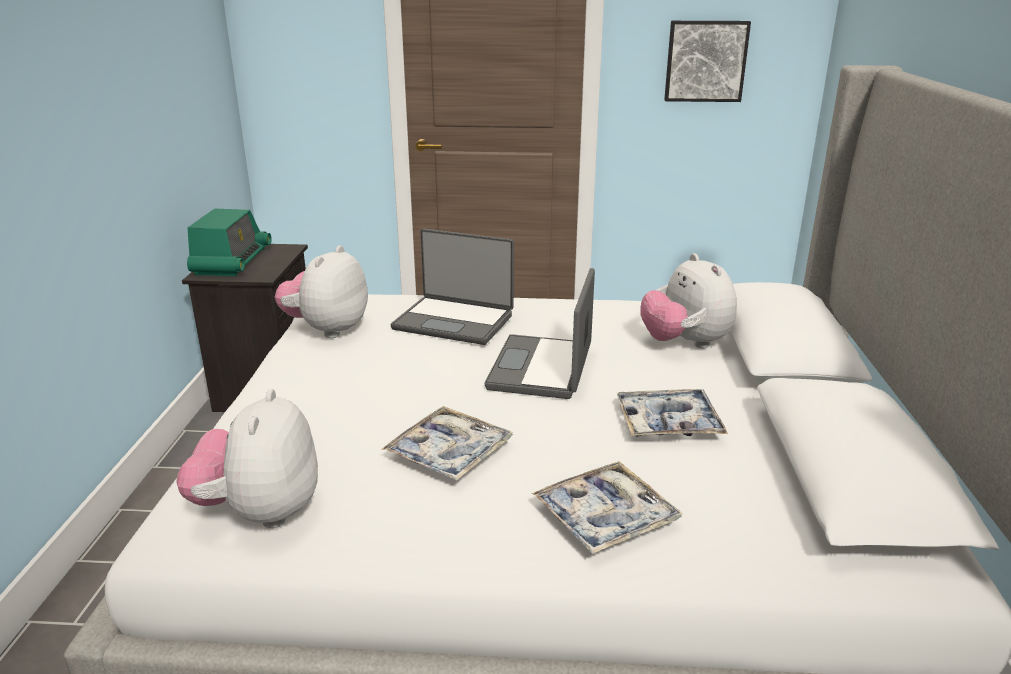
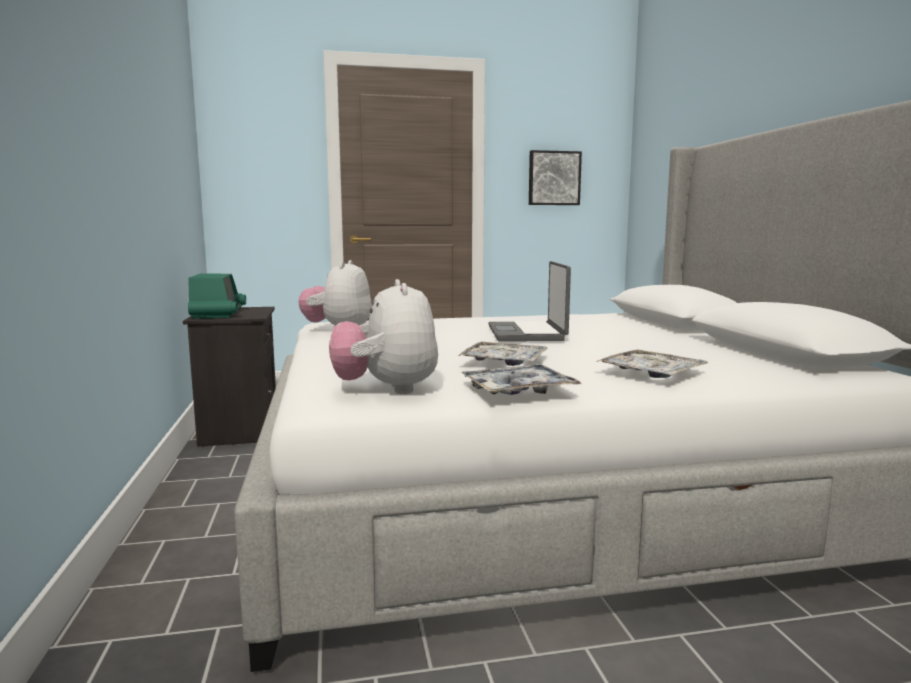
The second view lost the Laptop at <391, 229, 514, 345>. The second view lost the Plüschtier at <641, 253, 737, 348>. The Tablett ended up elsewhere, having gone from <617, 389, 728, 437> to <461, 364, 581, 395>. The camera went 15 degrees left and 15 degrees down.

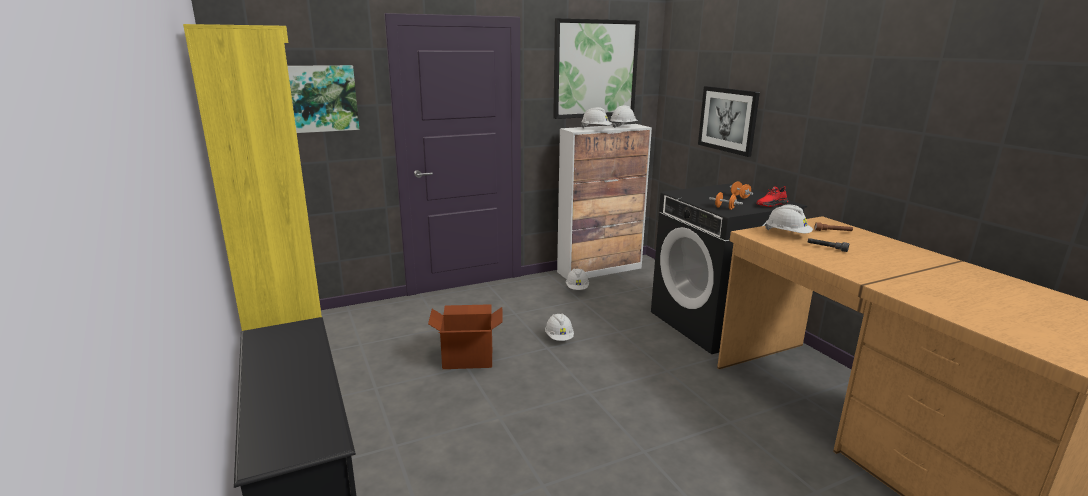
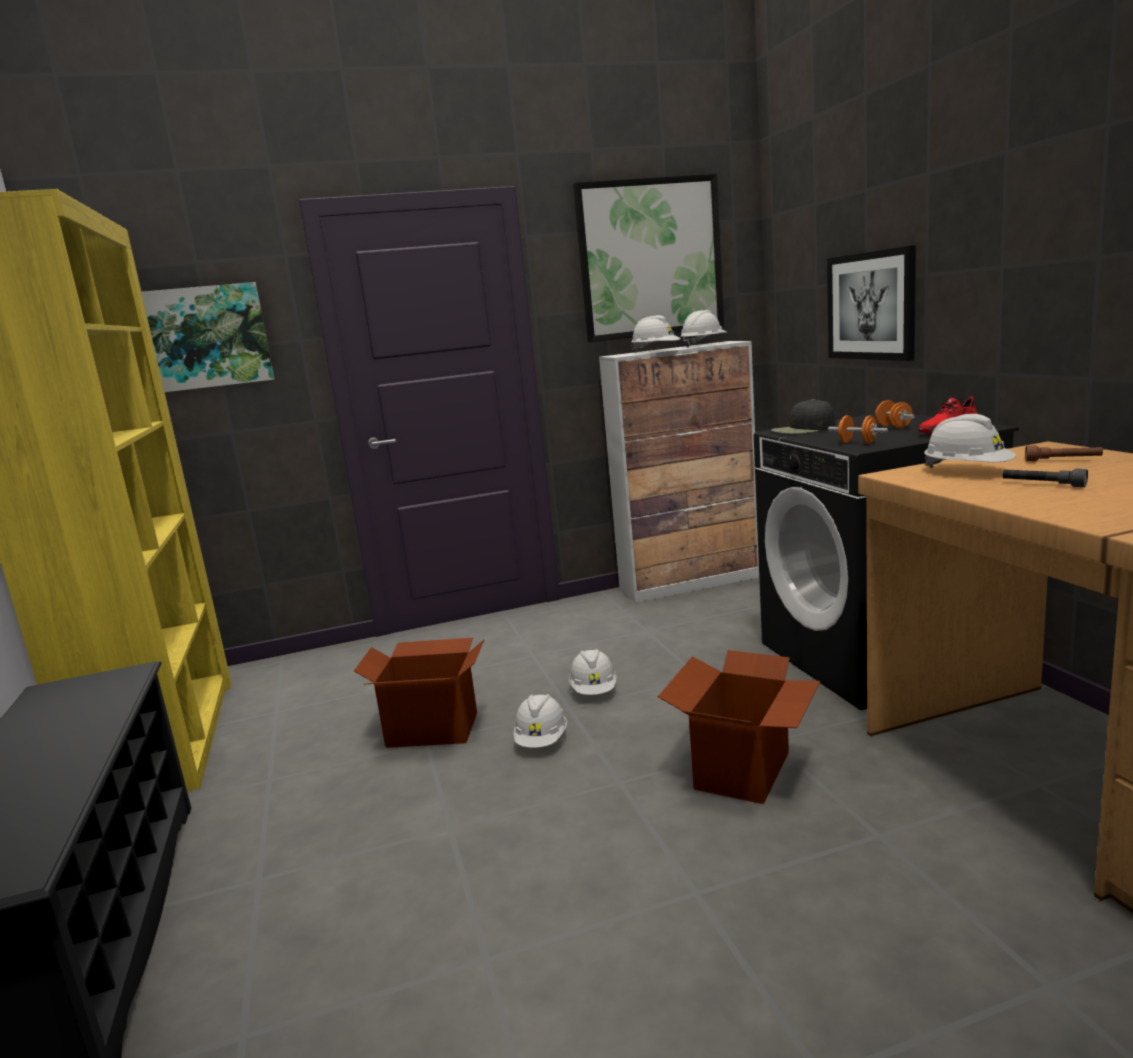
The Schutzhelm [weiß] ended up elsewhere, having gone from <566, 269, 589, 290> to <513, 694, 567, 748>. The second view gained the Kappe [schwarz] at <771, 399, 836, 434>. The second view gained the Karton at <658, 650, 820, 804>. The camera went 10 degrees right and 5 degrees down.

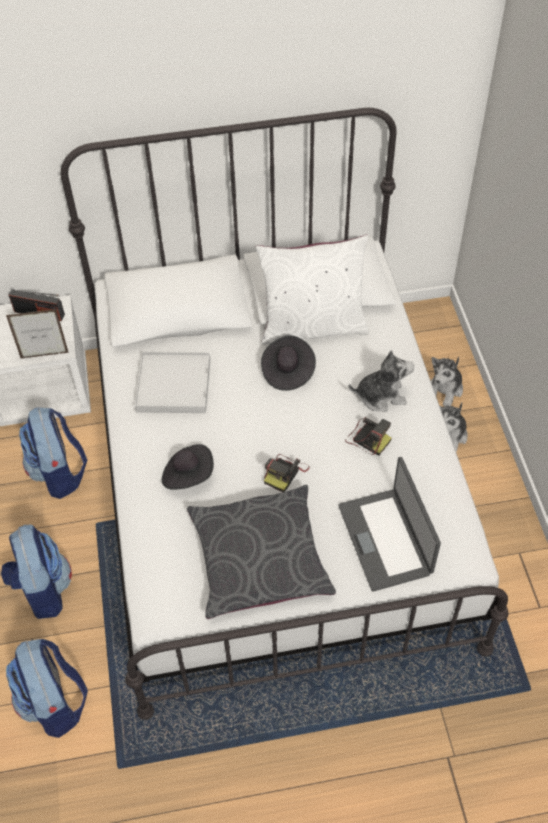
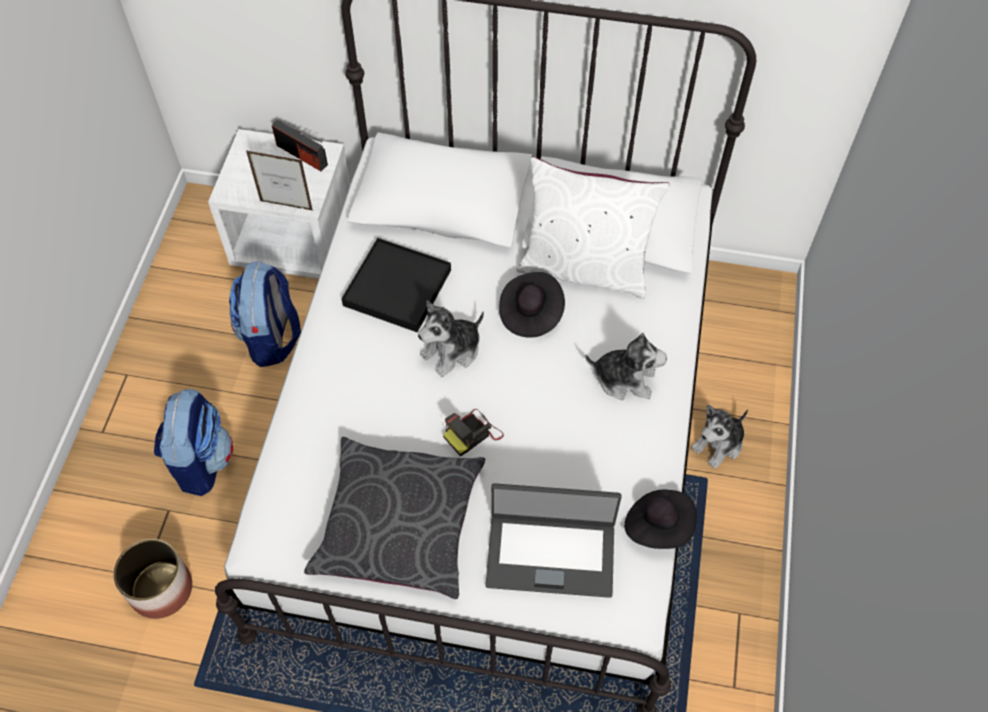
What was the Tablett [weiß] at <135, 352, 210, 413> turned into the Tablett [schwarz] at <341, 238, 451, 332>. The Plüschtier ended up elsewhere, having gone from <431, 357, 463, 406> to <418, 301, 484, 377>. The second view lost the Kamera at <345, 417, 392, 456>. The Hut [schwarz] ended up elsewhere, having gone from <162, 444, 214, 490> to <624, 490, 697, 549>. The Laptop at <339, 457, 441, 592> ended up facing another way, 90 degrees counterclockwise from before. Where the Rucksack stood at <6, 639, 88, 738>, the Pflanzkübel came to stand at <113, 539, 192, 619>. The camera went 20 degrees right and 5 degrees up.

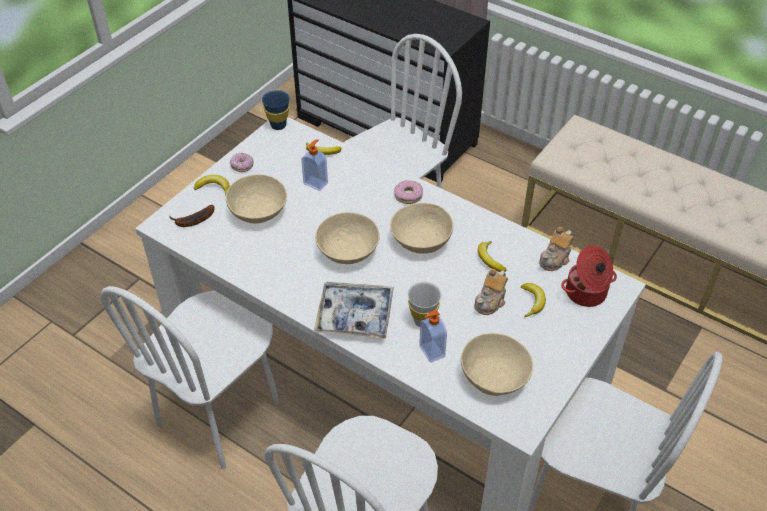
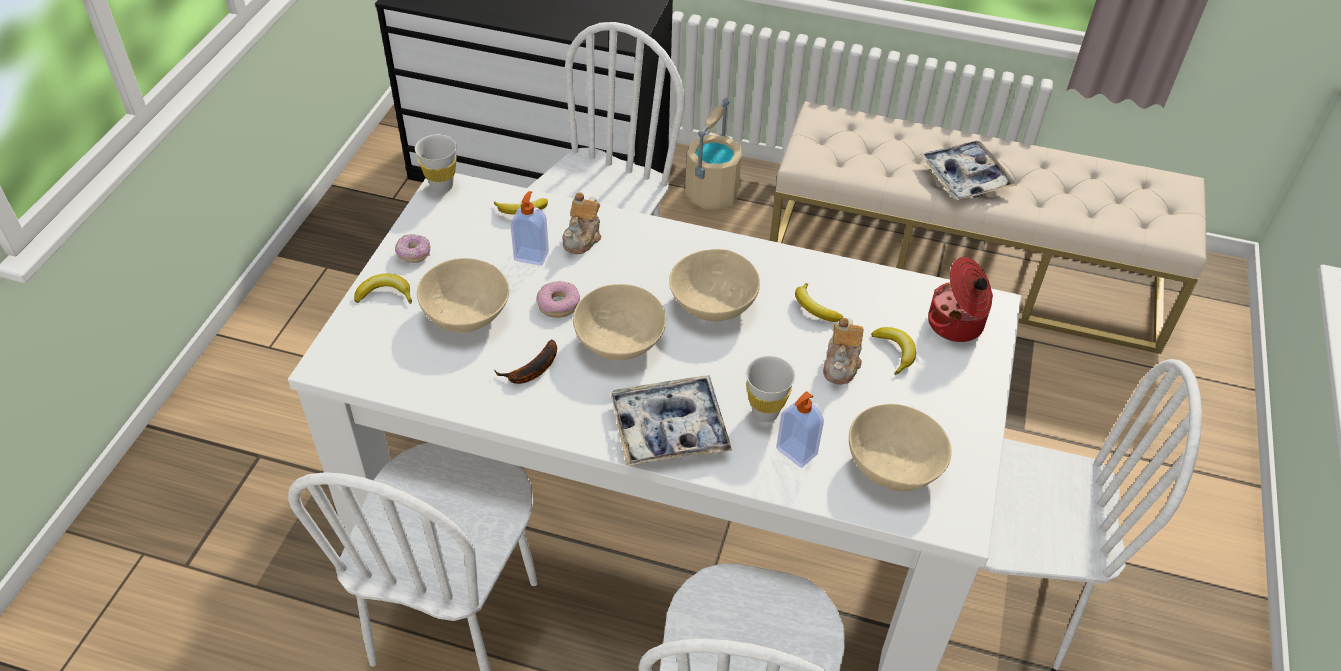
What was the Tasse [blau] at <262, 90, 290, 130> turned into the Tasse [weiß] at <415, 134, 457, 193>. The Donut ended up elsewhere, having gone from <394, 180, 423, 204> to <536, 281, 580, 318>. The Banane ended up elsewhere, having gone from <169, 205, 215, 227> to <494, 340, 557, 384>. The Teekanne ended up elsewhere, having gone from <539, 227, 574, 271> to <562, 192, 602, 254>. The second view gained the Eimer [beige] at <685, 98, 742, 209>. The second view gained the Tablett at <919, 141, 1017, 200>. The camera went 20 degrees left and 0 degrees up.

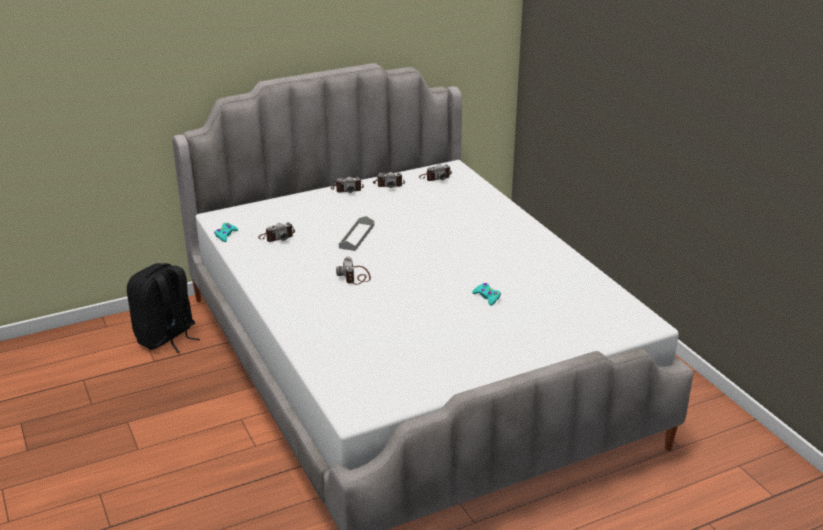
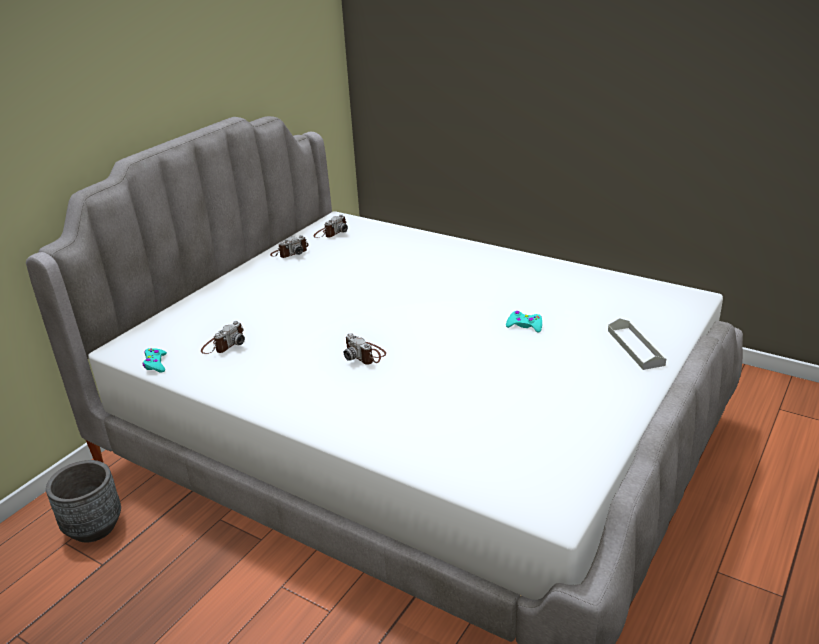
The second view lost the Kamera at <331, 176, 364, 193>. The Tablett [grau] ended up elsewhere, having gone from <339, 216, 374, 251> to <608, 318, 666, 370>. Where the Rucksack [schwarz] stood at <127, 263, 200, 353>, the Pflanzkübel [grau] came to stand at <46, 460, 121, 542>. The camera went 30 degrees left and 0 degrees up.

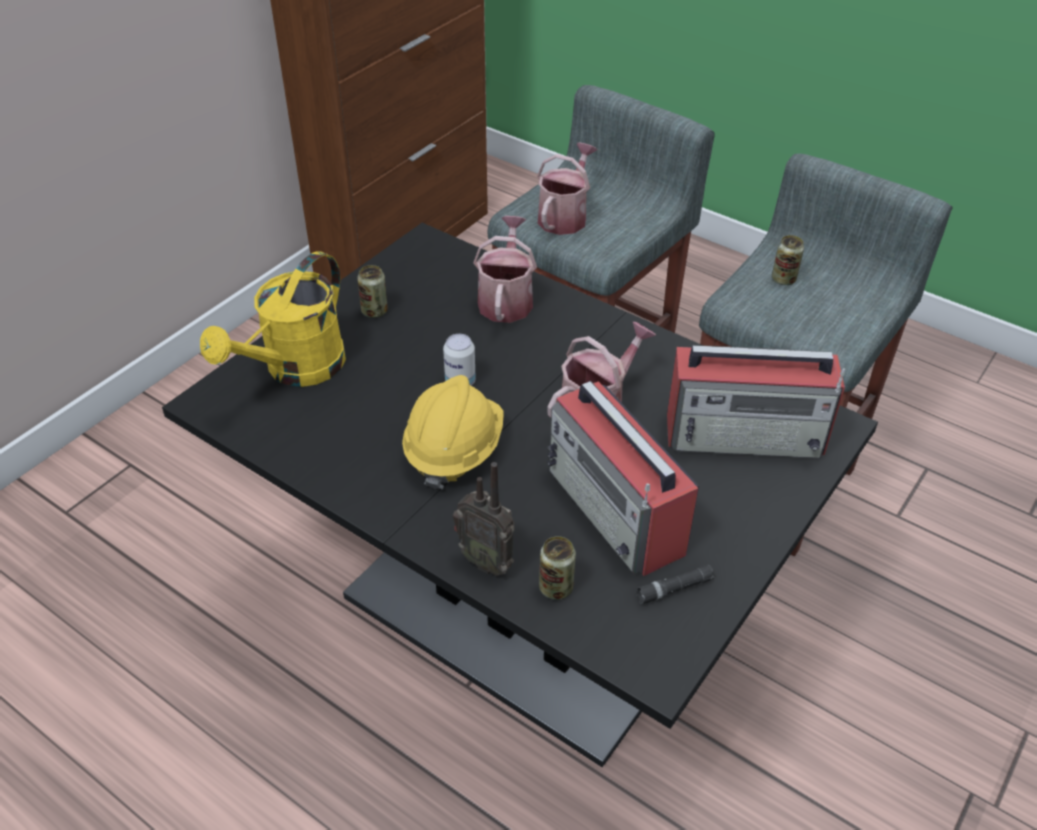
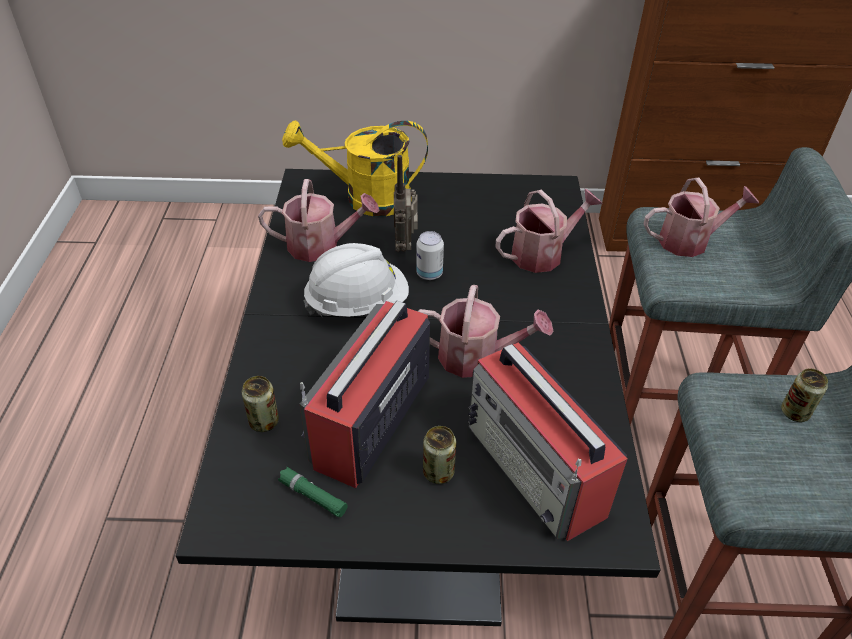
The Dose ended up elsewhere, having gone from <357, 265, 388, 318> to <423, 426, 456, 484>. What was the Schutzhelm [gelb] at <402, 375, 504, 490> turned into the Schutzhelm [weiß] at <303, 243, 409, 317>. The Radio ended up elsewhere, having gone from <453, 462, 514, 576> to <394, 155, 418, 252>. What was the Taschenlampe [schwarz] at <635, 564, 714, 604> turned into the Taschenlampe [grün] at <278, 467, 348, 517>. The second view gained the Gießkanne at <258, 179, 380, 262>. The camera went 55 degrees right and 0 degrees up.

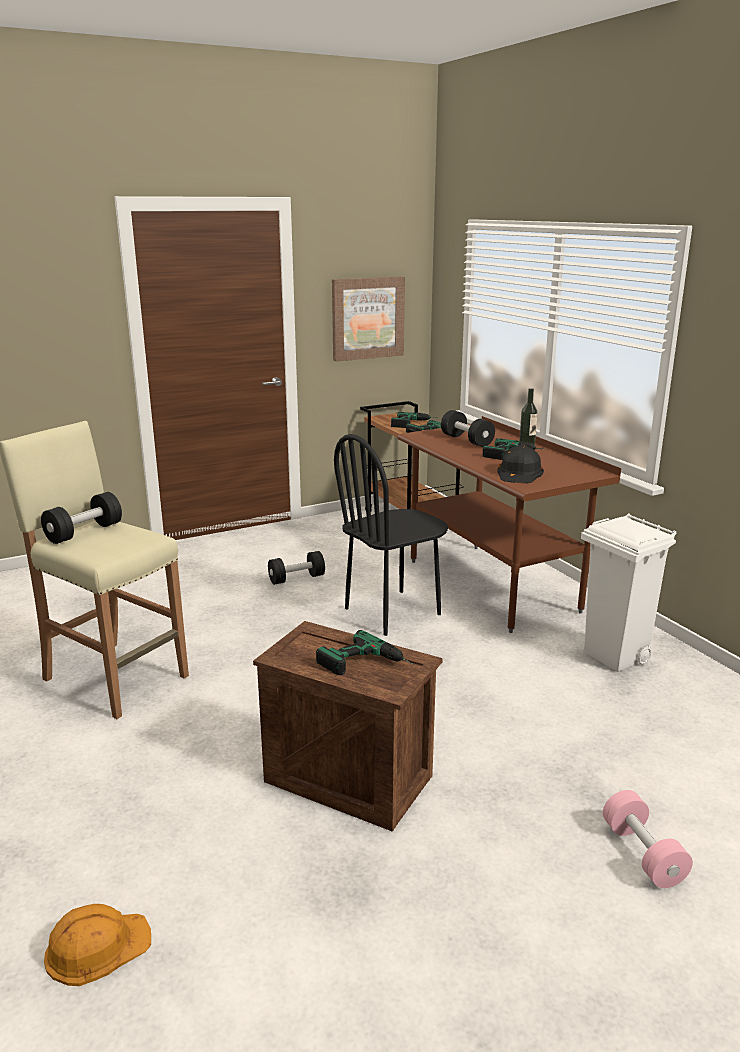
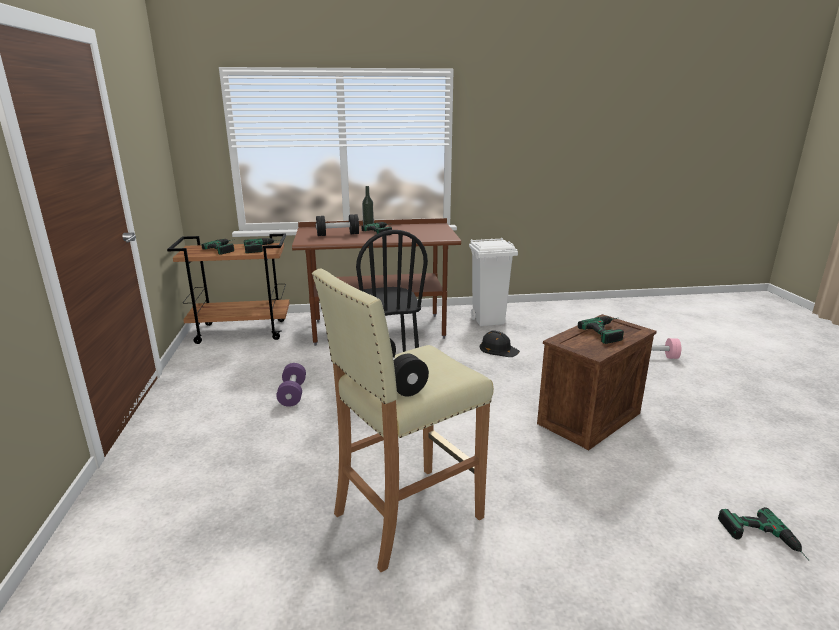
The second view lost the Bild at <332, 276, 405, 362>. The Schutzhelm [schwarz] ended up elsewhere, having gone from <497, 444, 544, 483> to <480, 330, 520, 357>. What was the Hantel [schwarz] at <268, 551, 325, 585> turned into the Hantel [lila] at <276, 363, 306, 407>. Where the Schutzhelm [orange] stood at <44, 904, 151, 986>, the Bohrmaschine came to stand at <718, 507, 810, 561>. The camera went 70 degrees left and 0 degrees up.

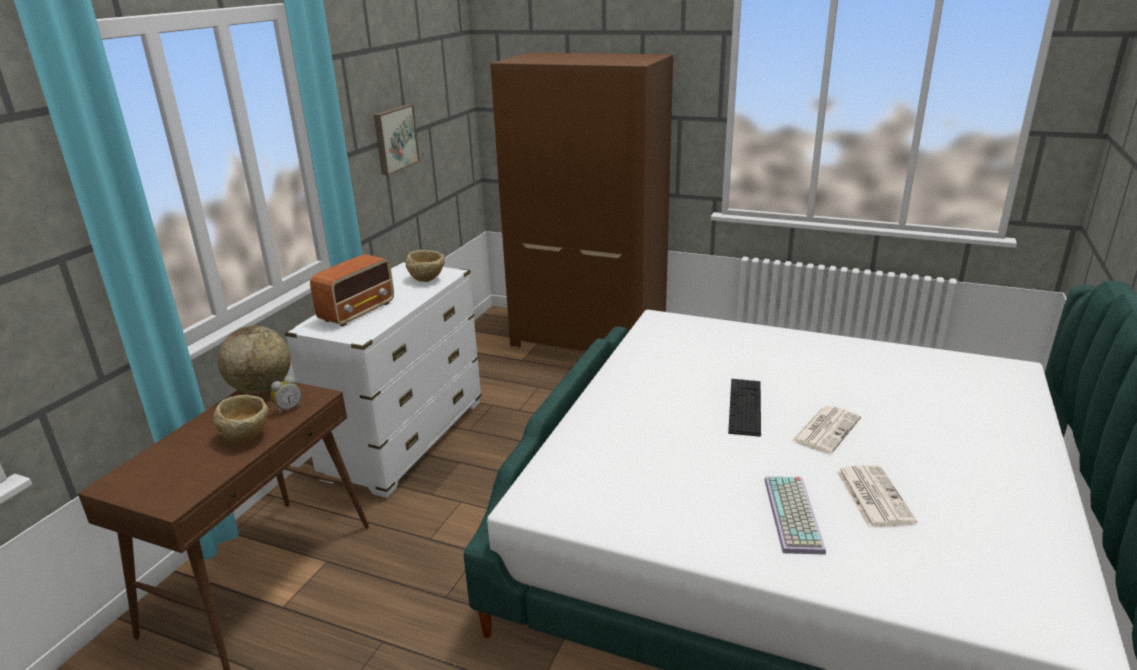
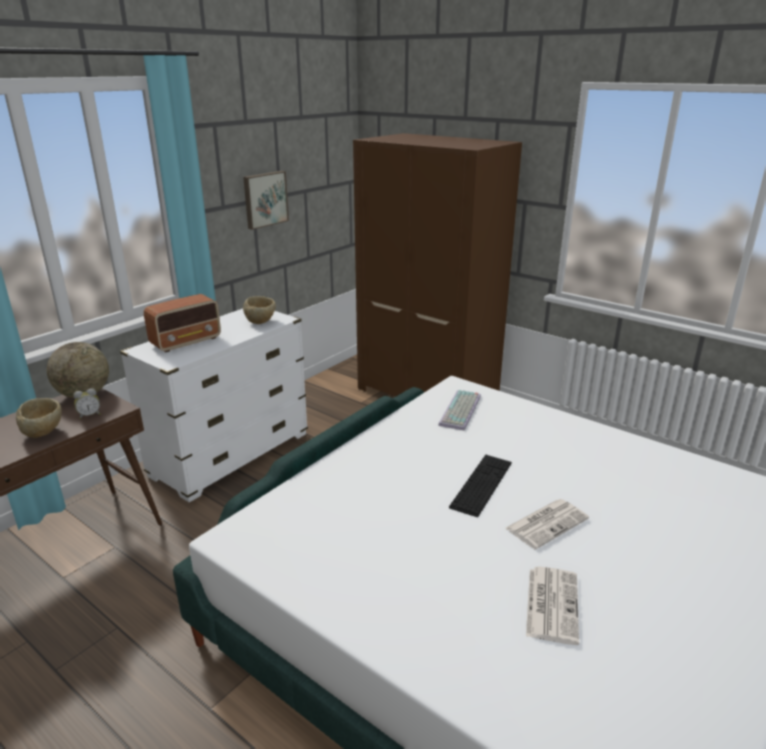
The Tastatur ended up elsewhere, having gone from <764, 476, 826, 555> to <438, 390, 481, 431>. The camera went 15 degrees right and 0 degrees up.

